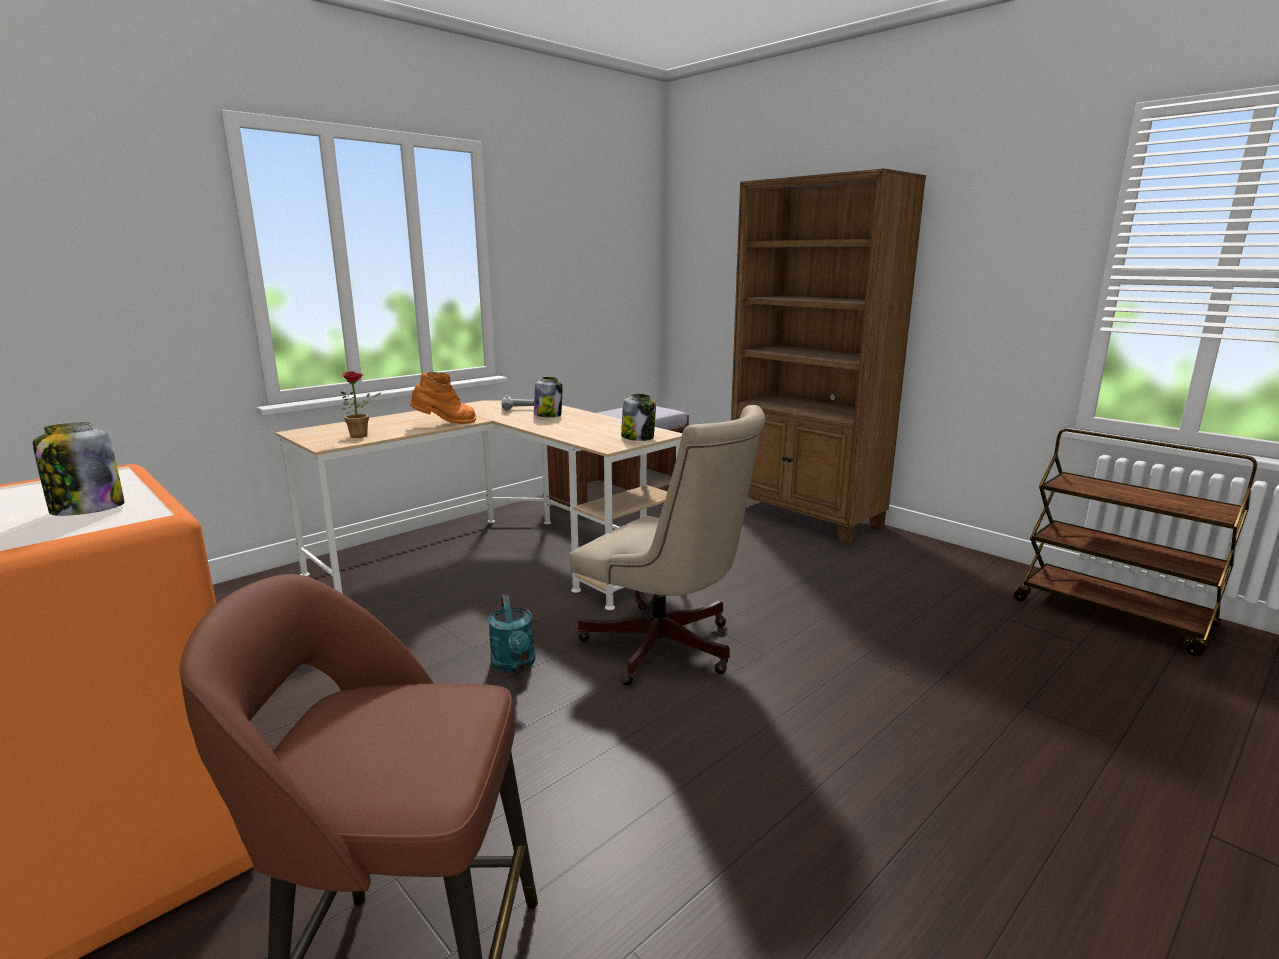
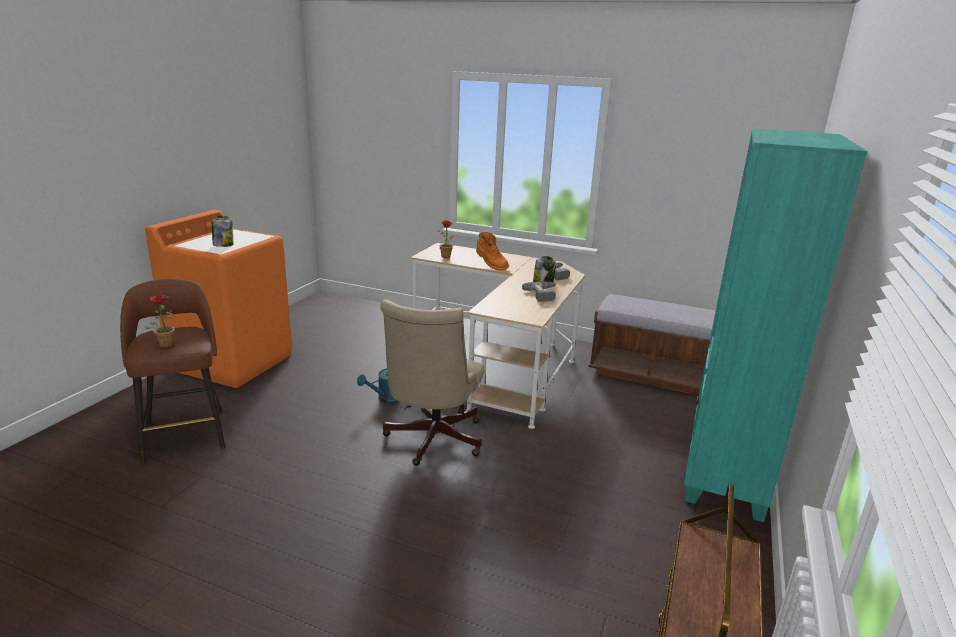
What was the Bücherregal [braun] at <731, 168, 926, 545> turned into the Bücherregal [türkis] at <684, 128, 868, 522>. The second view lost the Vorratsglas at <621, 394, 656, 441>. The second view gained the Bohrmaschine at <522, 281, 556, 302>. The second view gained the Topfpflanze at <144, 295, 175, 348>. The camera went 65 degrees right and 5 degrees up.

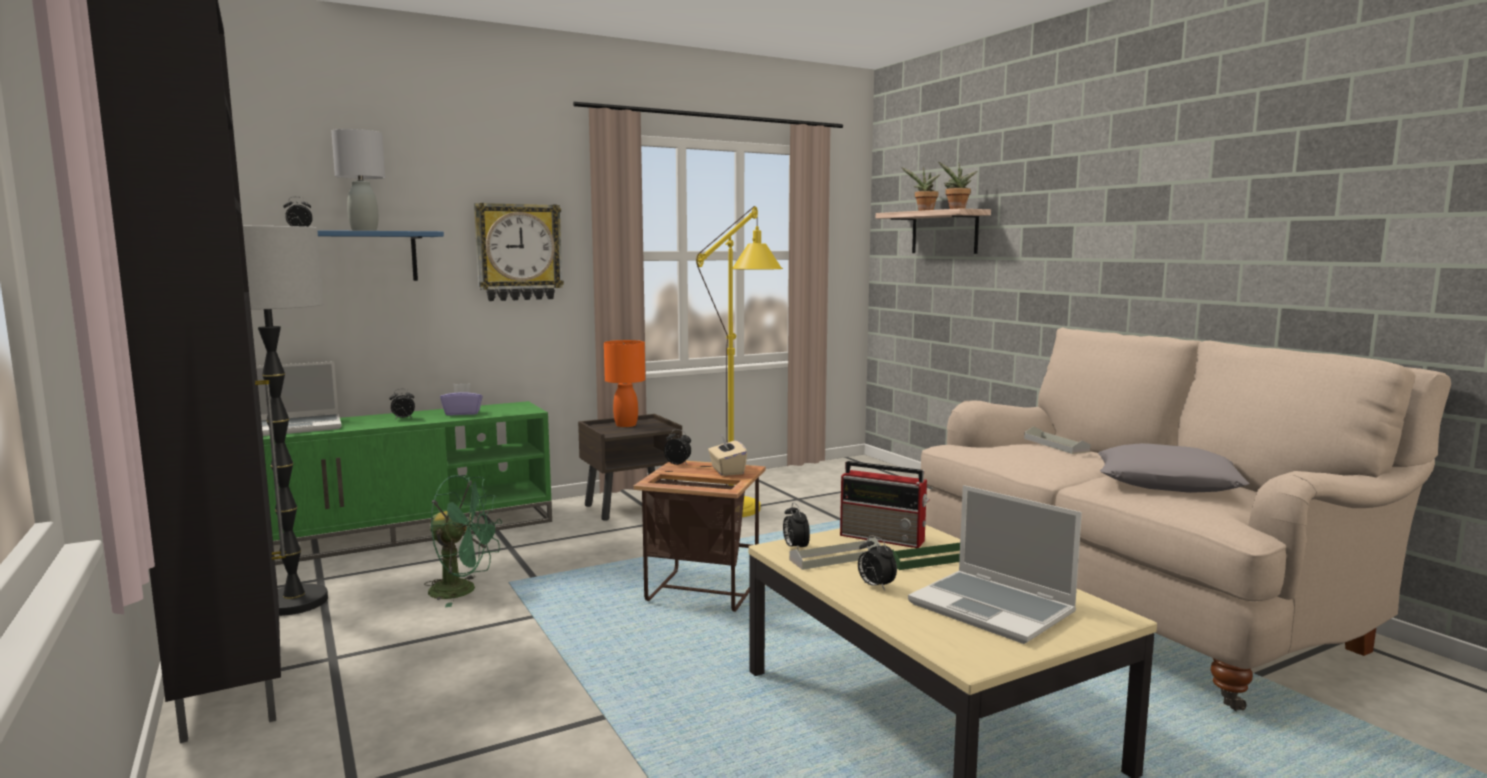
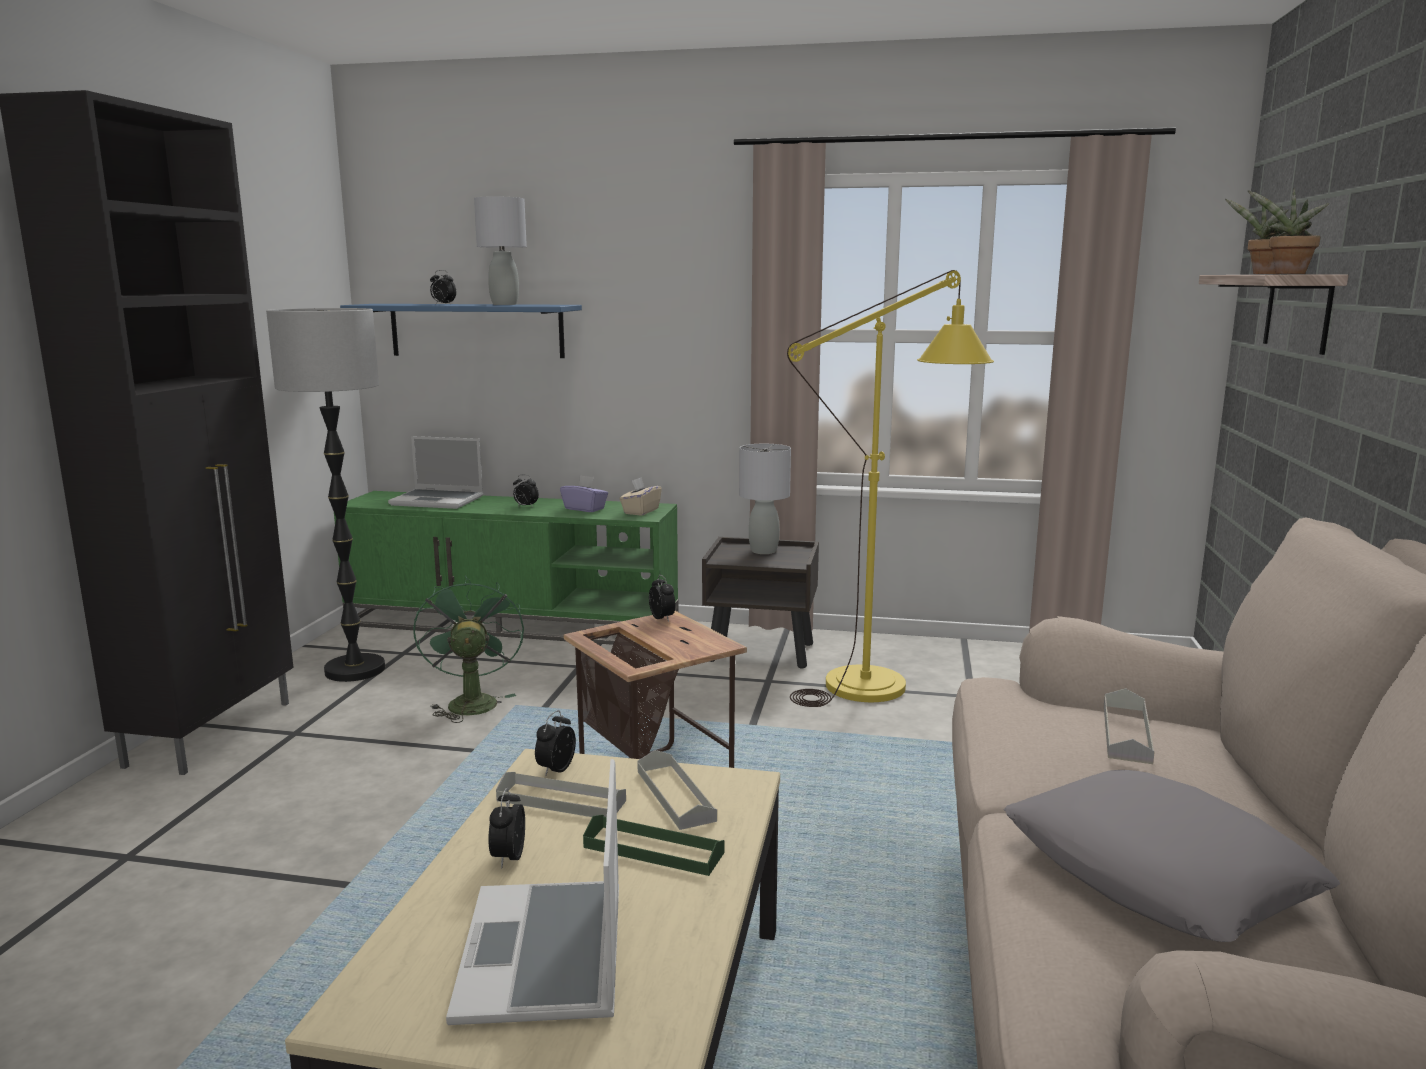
The second view lost the Wanduhr at <474, 203, 564, 301>. What was the Tischlampe [orange] at <604, 340, 645, 427> turned into the Tischlampe [grau] at <739, 444, 791, 554>. The Taschentuchbox [beige] ended up elsewhere, having gone from <708, 435, 747, 476> to <620, 477, 662, 516>. Where the Radio stood at <840, 461, 930, 548>, the Tablett [grau] came to stand at <637, 750, 717, 830>. The Ventilator [grün] at <424, 475, 502, 607> ended up facing another way, 150 degrees counterclockwise from before. The camera went 40 degrees right and 5 degrees up.

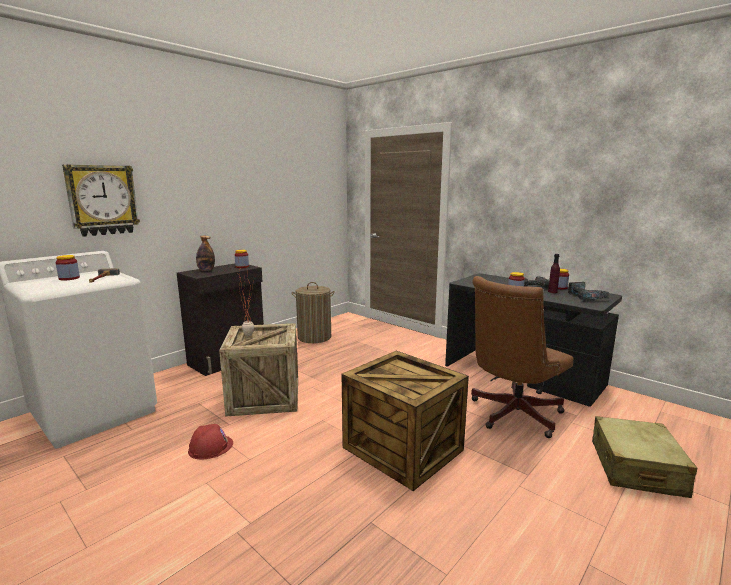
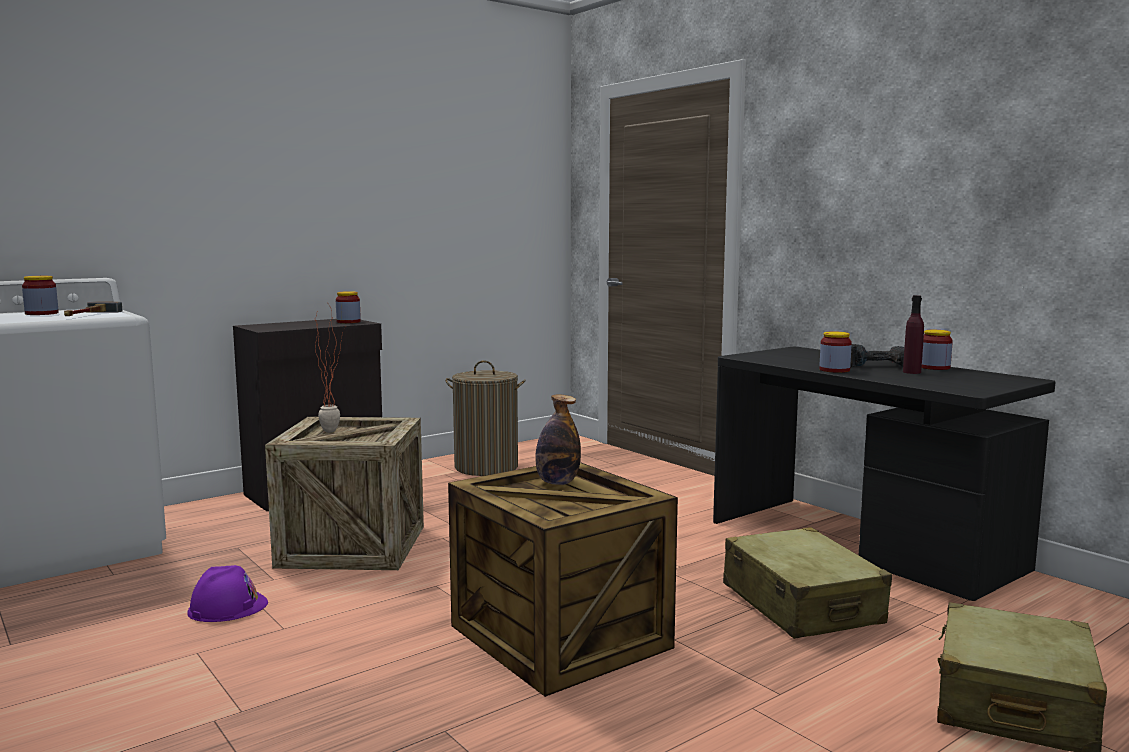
The second view lost the Wanduhr at <62, 164, 140, 237>. The Flasche ended up elsewhere, having gone from <196, 236, 215, 271> to <535, 394, 581, 485>. Where the Bürostuhl [braun] stood at <471, 276, 573, 438>, the Koffer [beige] came to stand at <723, 527, 892, 639>. The second view lost the Bohrmaschine at <568, 282, 611, 300>. What was the Schutzhelm [rot] at <188, 424, 233, 459> turned into the Schutzhelm [lila] at <187, 565, 268, 622>. The camera went 10 degrees right and 5 degrees down.

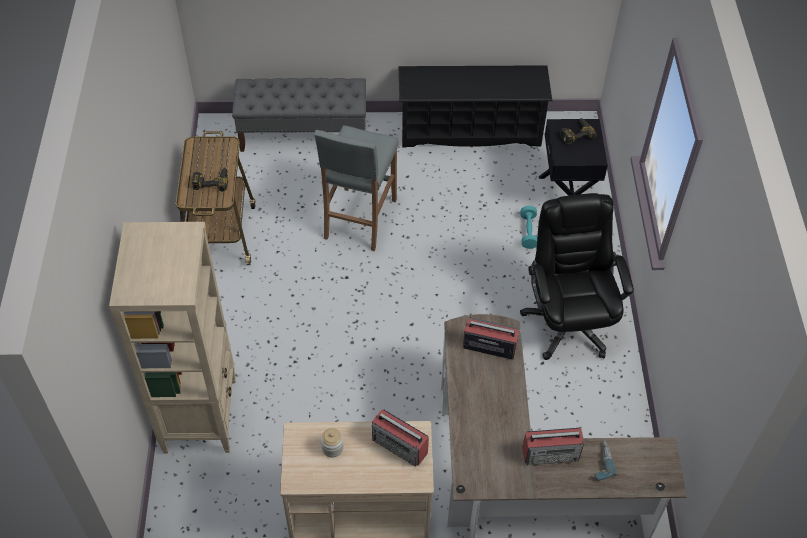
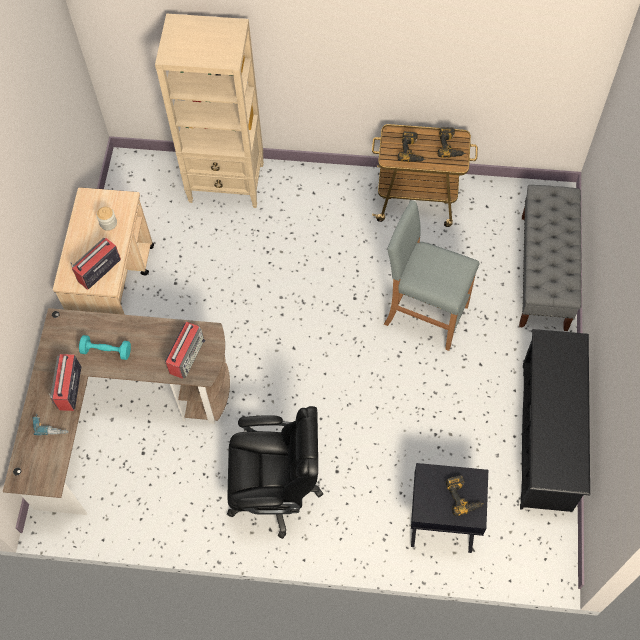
The Hantel [türkis] ended up elsewhere, having gone from <520, 206, 537, 249> to <79, 335, 131, 360>. The second view gained the Bohrmaschine at <438, 127, 466, 158>. The camera went 100 degrees right and 10 degrees up.

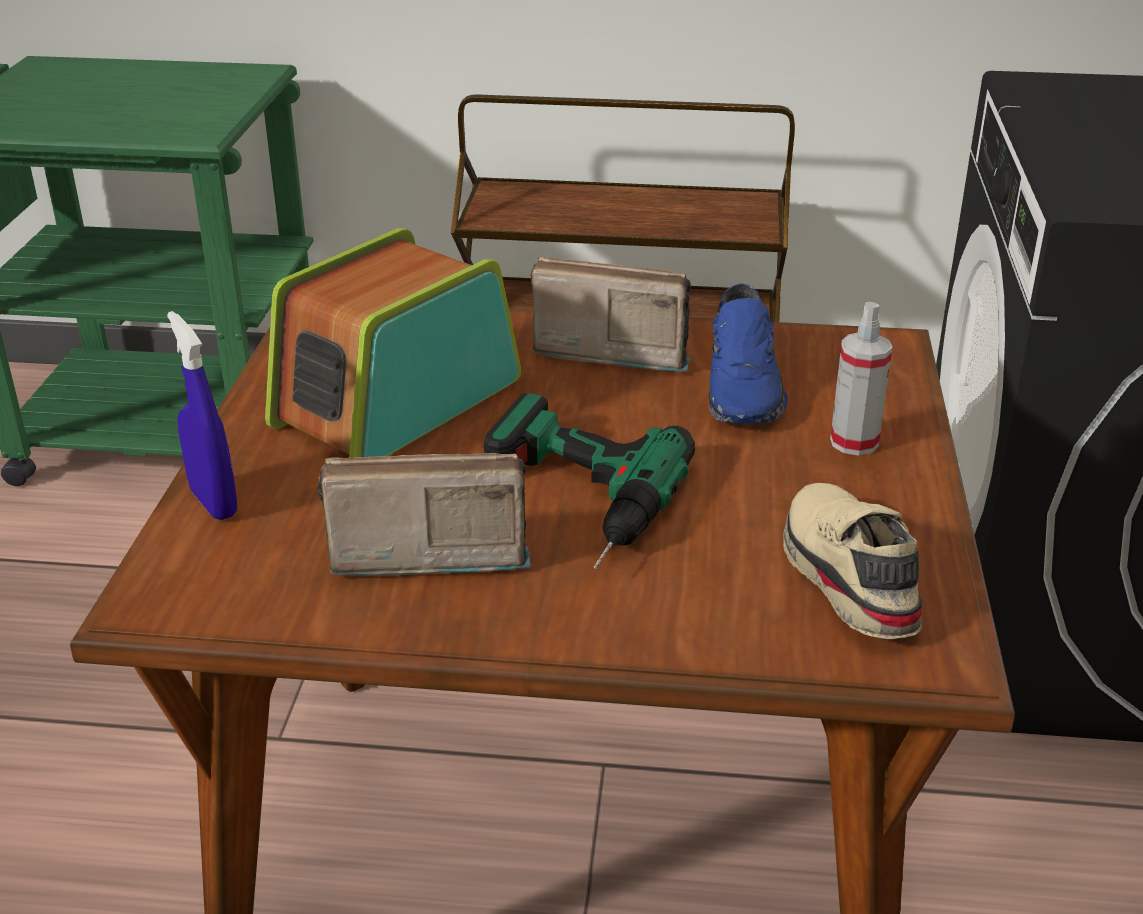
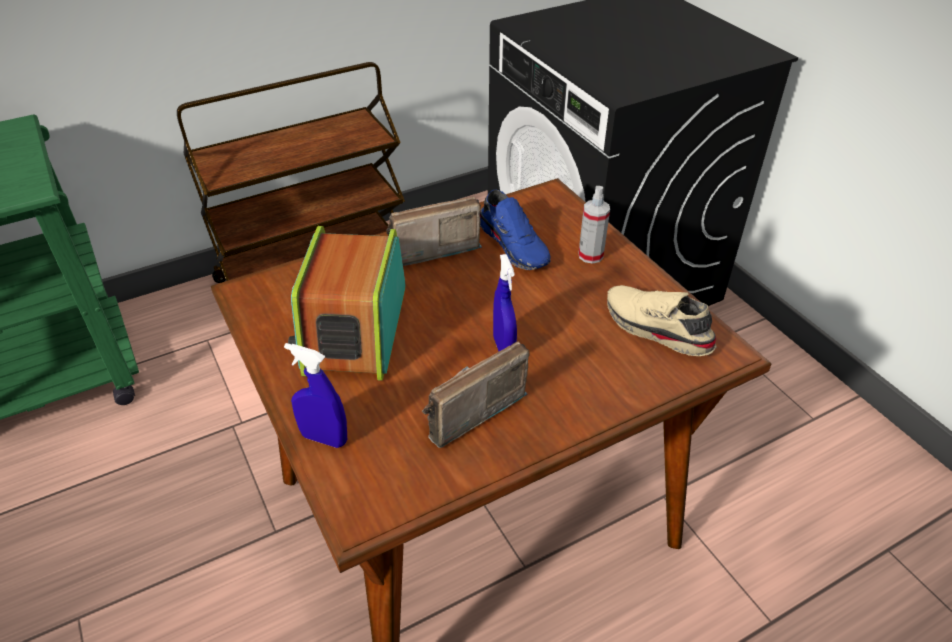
Where the Bohrmaschine stood at <484, 393, 695, 569>, the Sprühflasche [blau] came to stand at <493, 254, 517, 351>. The camera went 35 degrees left and 10 degrees up.

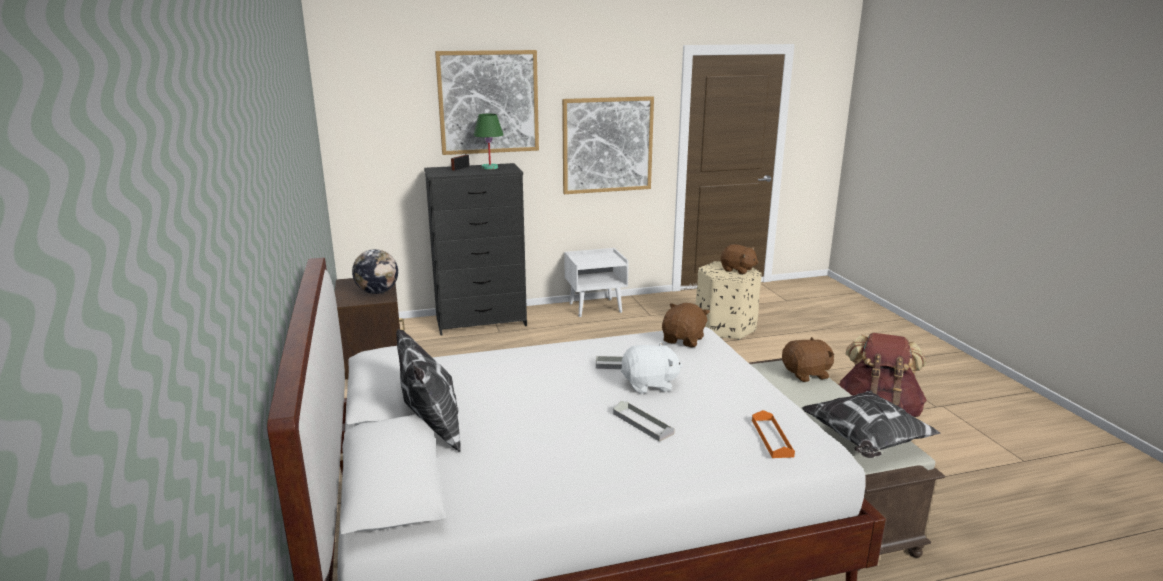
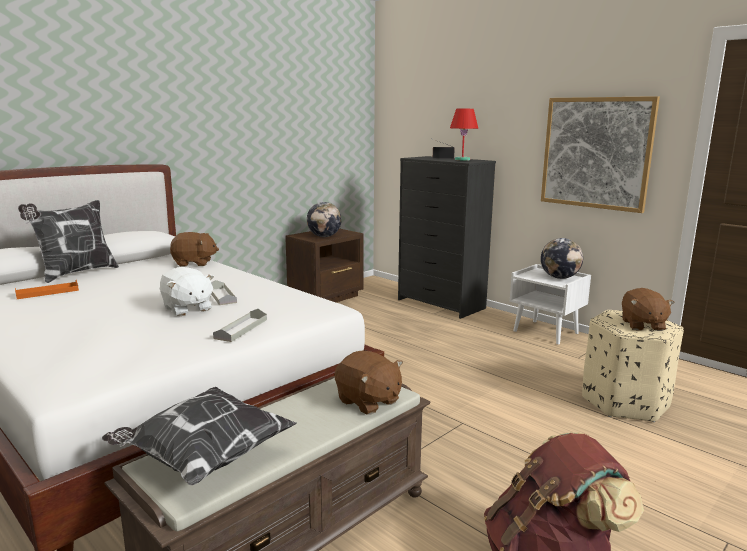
The second view lost the Bild at <435, 50, 539, 155>. What was the Tischlampe [grün] at <473, 114, 504, 170> turned into the Tischlampe [rot] at <450, 109, 478, 161>. The Plüschtier [braun] ended up elsewhere, having gone from <662, 303, 710, 347> to <170, 232, 219, 266>. The Tablett [grau] ended up elsewhere, having gone from <613, 401, 675, 442> to <213, 309, 267, 342>. The Tablett [orange] ended up elsewhere, having gone from <752, 410, 795, 458> to <15, 280, 79, 299>. The second view gained the Globus at <541, 238, 583, 279>. The camera went 60 degrees right and 5 degrees down.

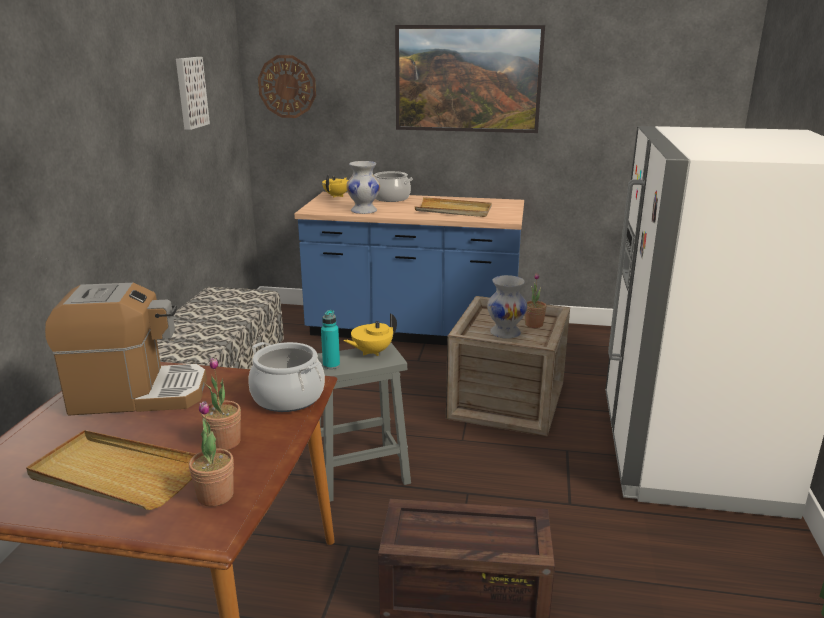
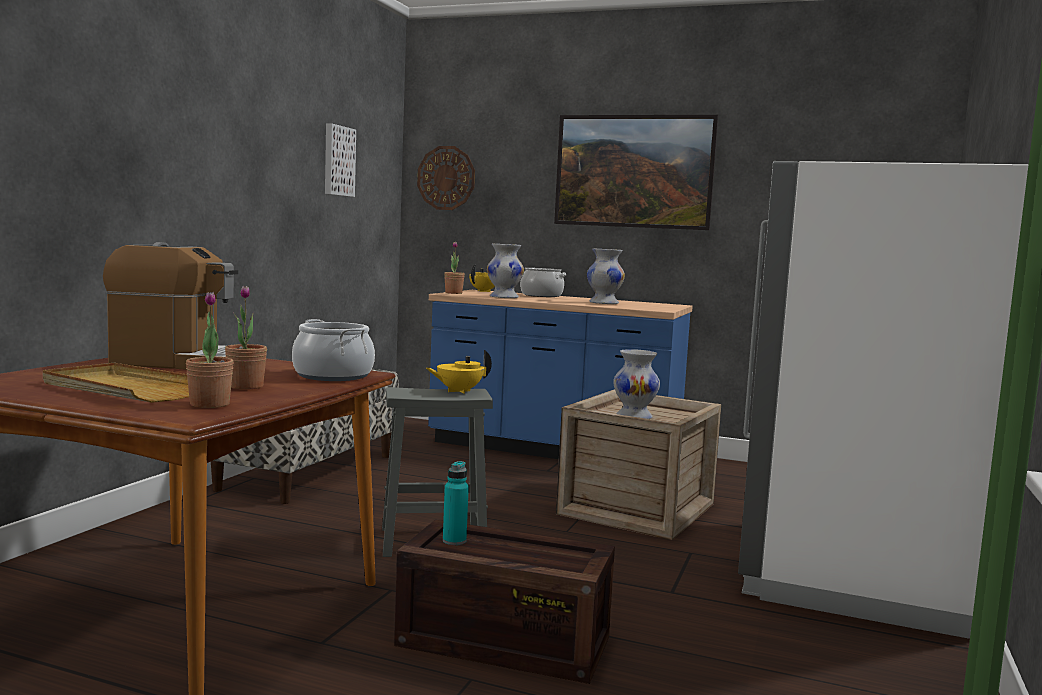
Where the Tablett [beige] stood at <415, 197, 492, 217>, the Vase [weiß] came to stand at <587, 249, 625, 304>. The Topfpflanze ended up elsewhere, having gone from <525, 273, 547, 328> to <444, 242, 465, 294>. The Flasche [türkis] ended up elsewhere, having gone from <321, 310, 340, 369> to <443, 461, 469, 545>. The camera went 10 degrees right and 15 degrees down.

